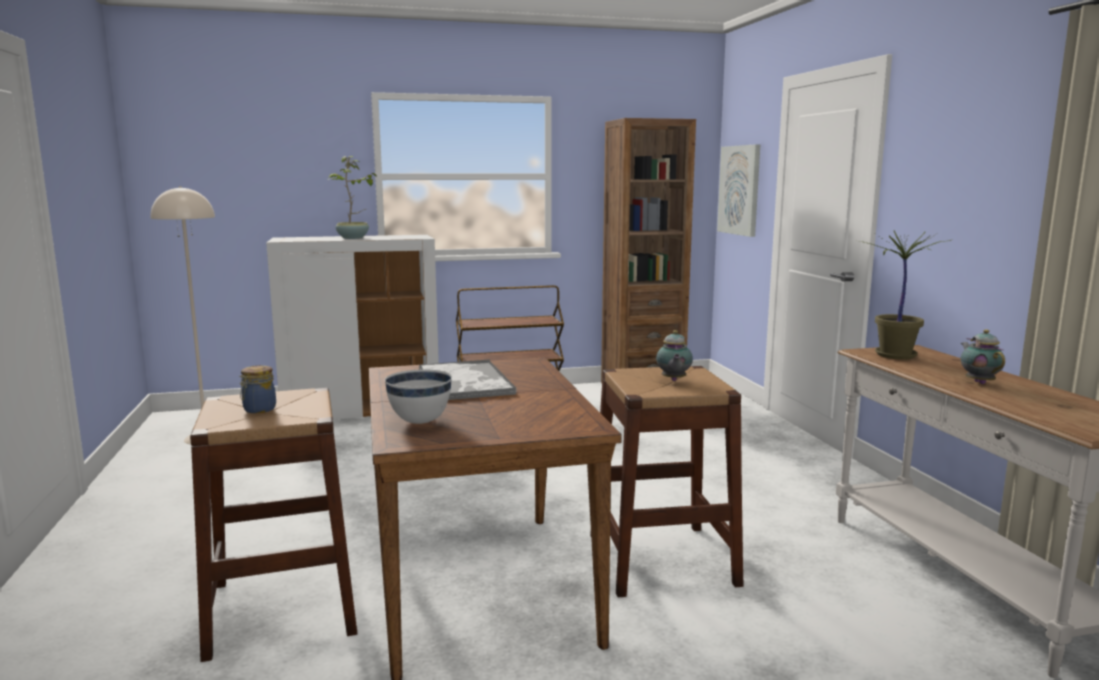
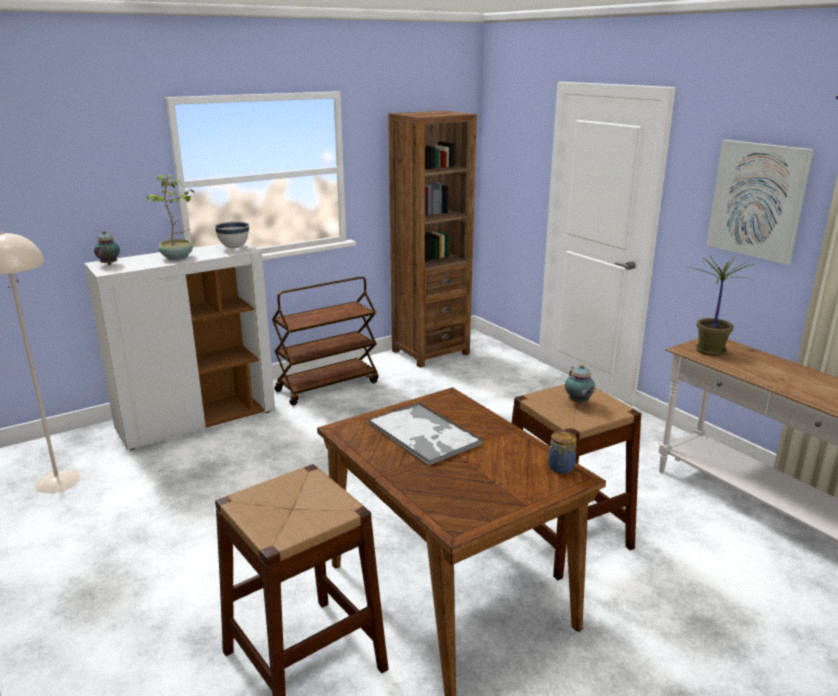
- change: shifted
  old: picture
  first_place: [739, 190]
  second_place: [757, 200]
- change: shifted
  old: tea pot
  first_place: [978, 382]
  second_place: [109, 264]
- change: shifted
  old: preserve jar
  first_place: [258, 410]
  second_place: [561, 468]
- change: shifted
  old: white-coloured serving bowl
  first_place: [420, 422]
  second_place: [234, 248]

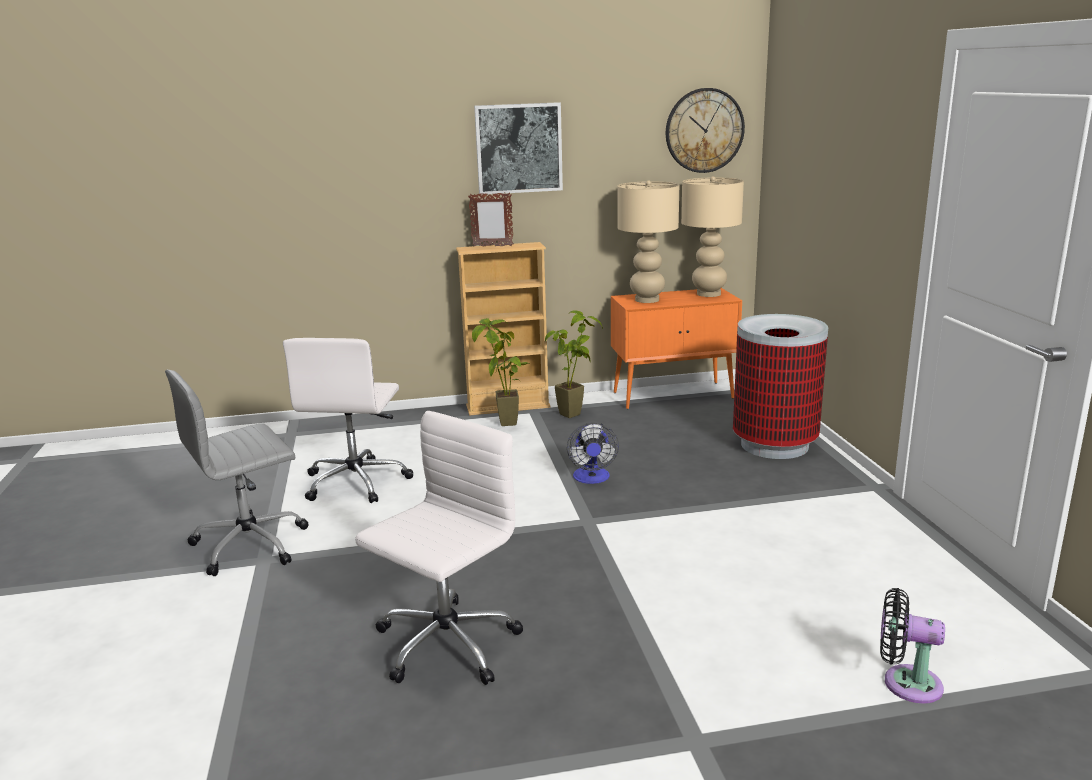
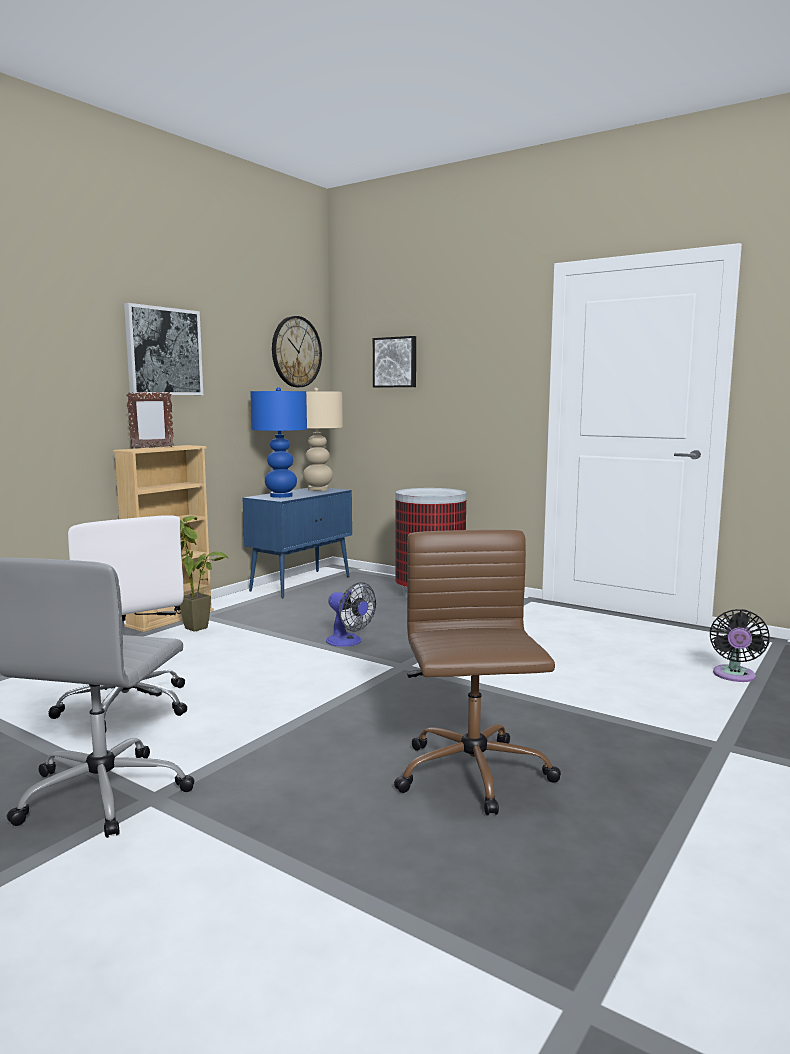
- change: repainted
  old: beige-coloured lamp for a table
  new: blue lamp for a table
  first_place: [646, 300]
  second_place: [281, 496]
- change: repainted
  old: orange-coloured storage cabinet
  new: blue storage cabinet
  first_place: [674, 395]
  second_place: [301, 583]
- change: gone
  old: houseplant
  first_place: [577, 413]
- change: repainted
  old: white-coloured office chair
  new: brown office chair
  first_place: [445, 645]
  second_place: [473, 775]
- change: rotated
  old: black-coloured electric fan
  first_place: [906, 683]
  second_place: [734, 676]
  degrees: -45
- change: new
  new: picture
  second_place: [395, 362]

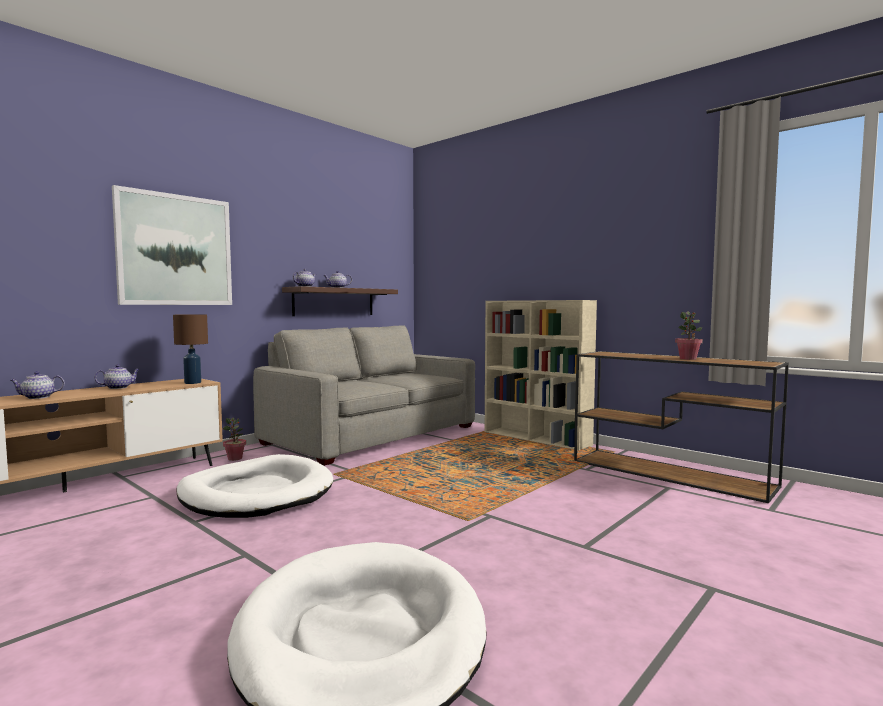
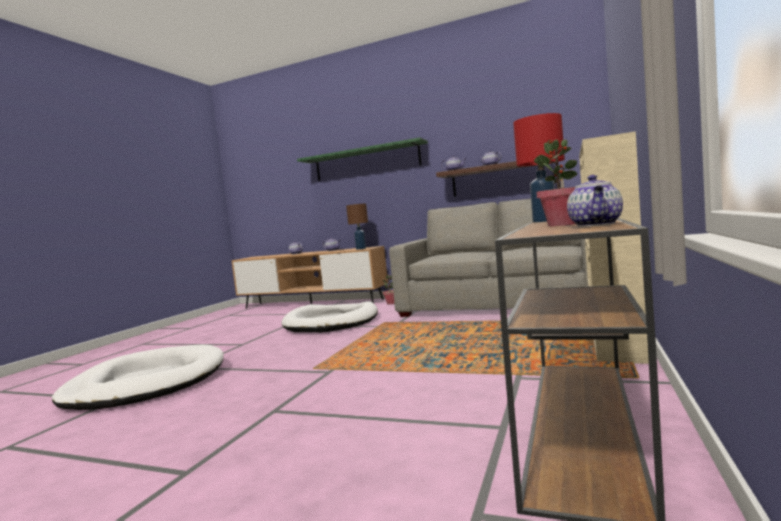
- change: swapped
  old: picture
  new: green-coloured bracket shelf
  first_place: [175, 250]
  second_place: [366, 162]
- change: new
  new: red-coloured lamp for a table
  second_place: [543, 221]
- change: new
  new: tea pot
  second_place: [596, 224]

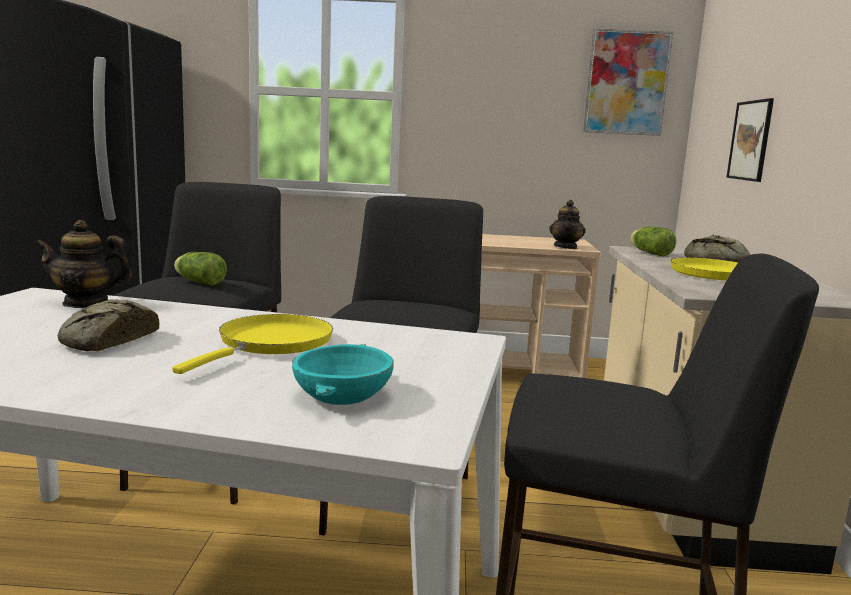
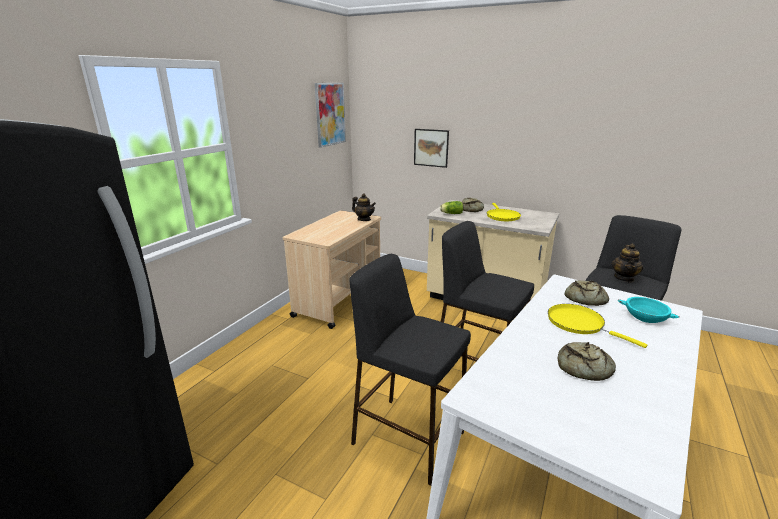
- change: shifted
  old: tea pot
  first_place: [86, 303]
  second_place: [624, 278]
- change: gone
  old: lettuce
  first_place: [198, 282]
- change: new
  new: bread
  second_place: [584, 298]

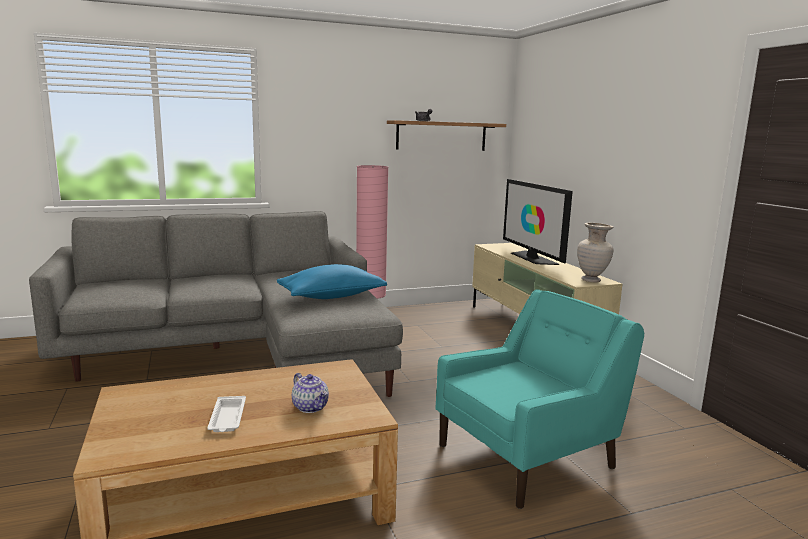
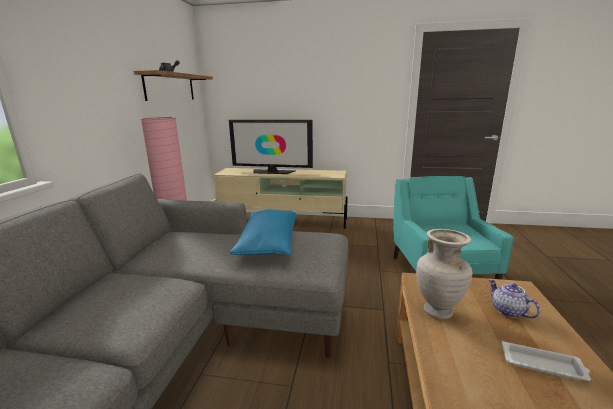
- change: shifted
  old: beige-coloured flower vase
  first_place: [591, 280]
  second_place: [438, 311]
- change: rotated
  old: tea pot
  first_place: [311, 407]
  second_place: [507, 311]
  degrees: -105

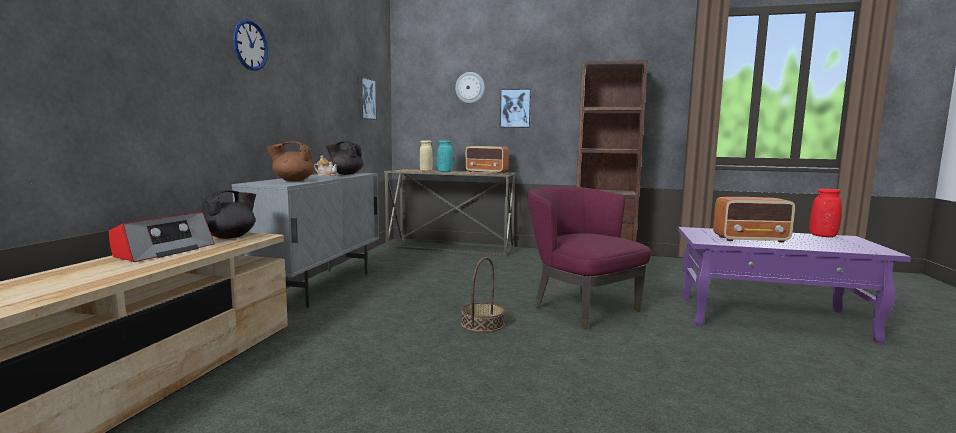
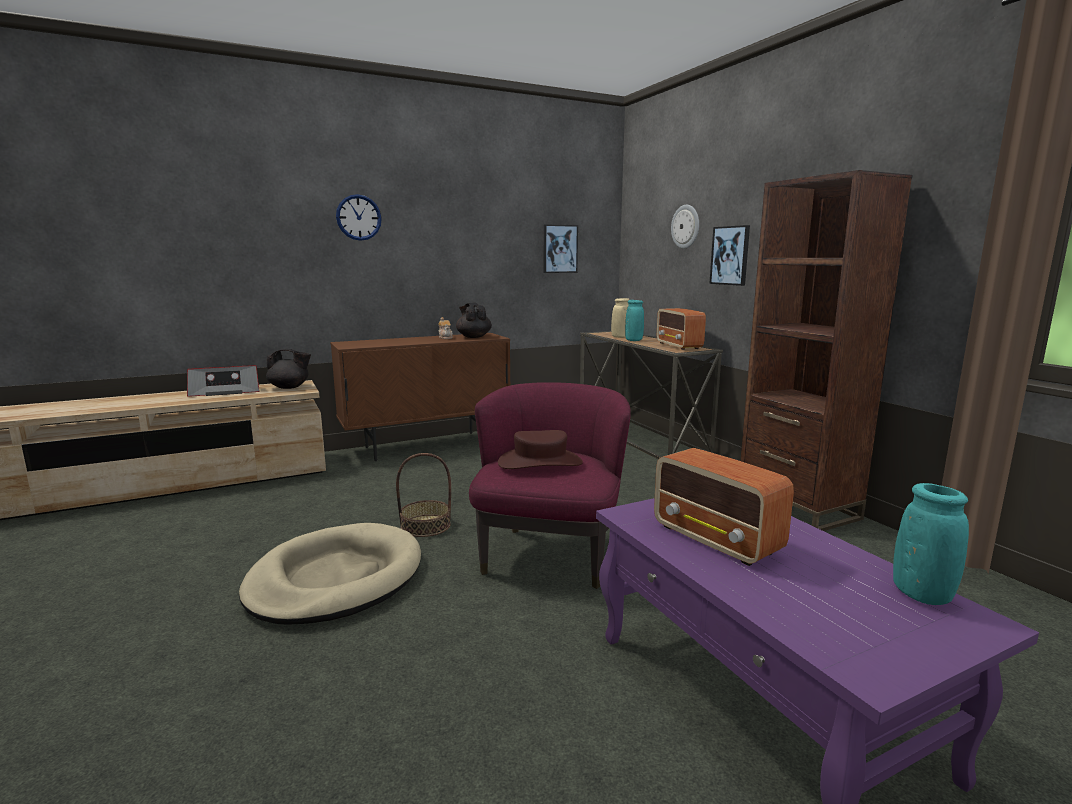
- change: gone
  old: brown tea pot
  first_place: [293, 180]
- change: repainted
  old: grey storage cabinet
  new: brown storage cabinet
  first_place: [320, 287]
  second_place: [427, 446]
- change: repainted
  old: red-coloured flower vase
  new: blue-green flower vase
  first_place: [823, 236]
  second_place: [921, 595]
- change: new
  new: brown clothing hat
  second_place: [540, 462]
- change: new
  new: beige-coloured dog bed
  second_place: [335, 579]

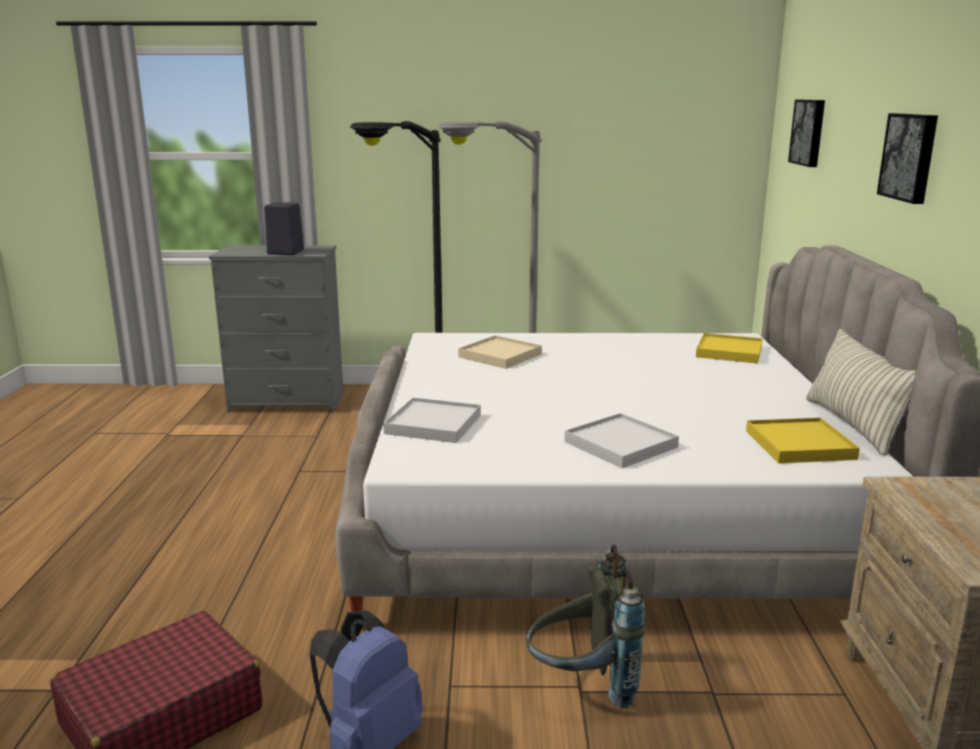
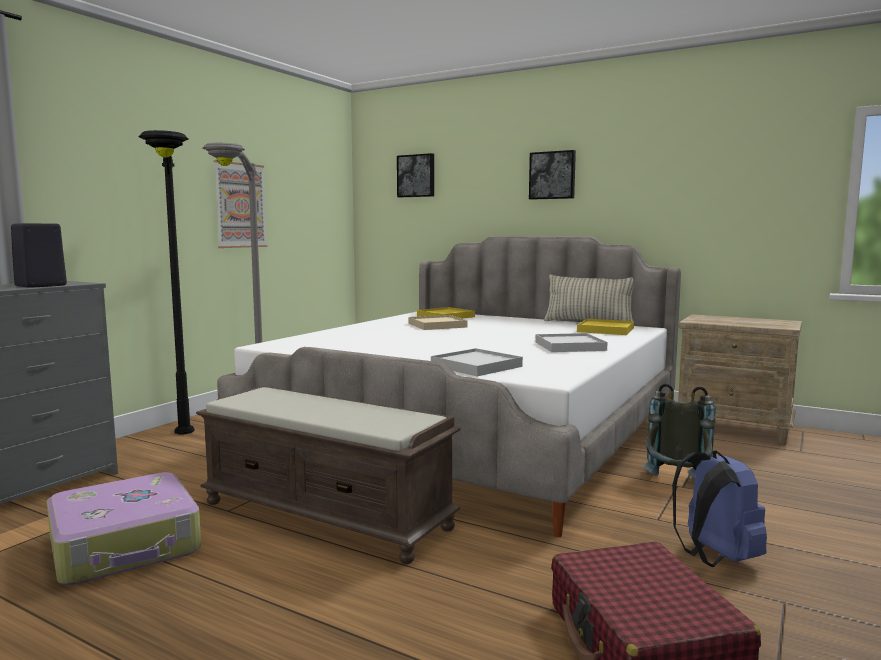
- change: shifted
  old: beige-coloured serving tray
  first_place: [499, 355]
  second_place: [437, 325]
- change: new
  new: picture
  second_place: [240, 205]
- change: new
  new: brown indoor bench
  second_place: [327, 515]
- change: new
  new: travel case
  second_place: [126, 545]

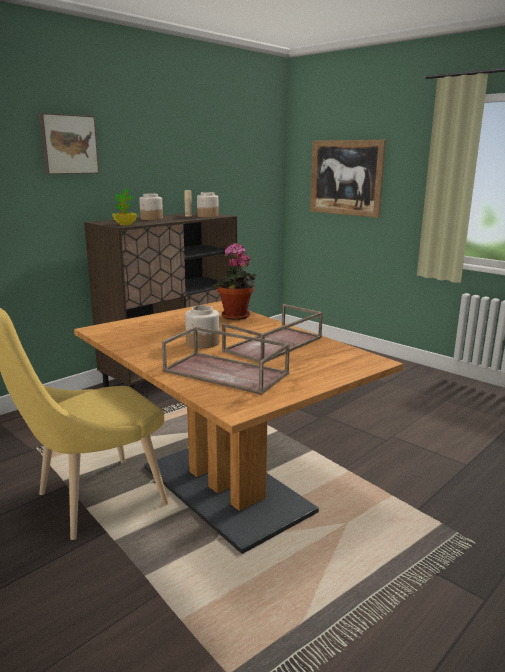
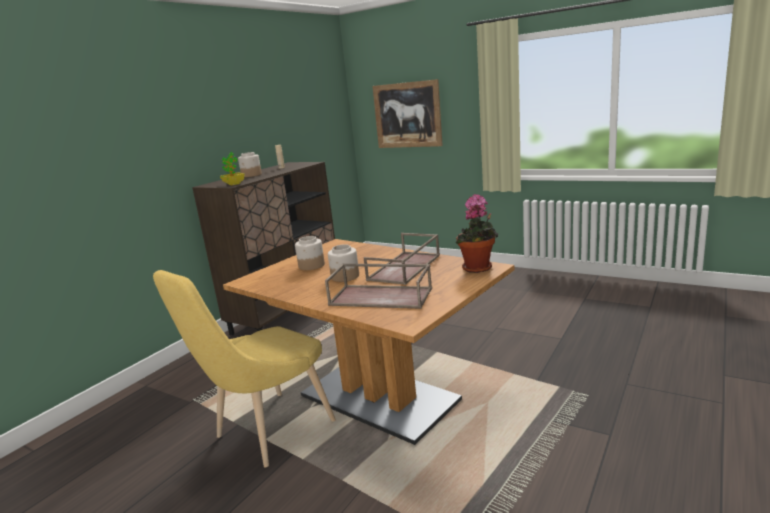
- change: gone
  old: picture
  first_place: [68, 144]
- change: shifted
  old: preserve jar
  first_place: [207, 216]
  second_place: [311, 266]
- change: shifted
  old: houseplant
  first_place: [236, 317]
  second_place: [478, 269]

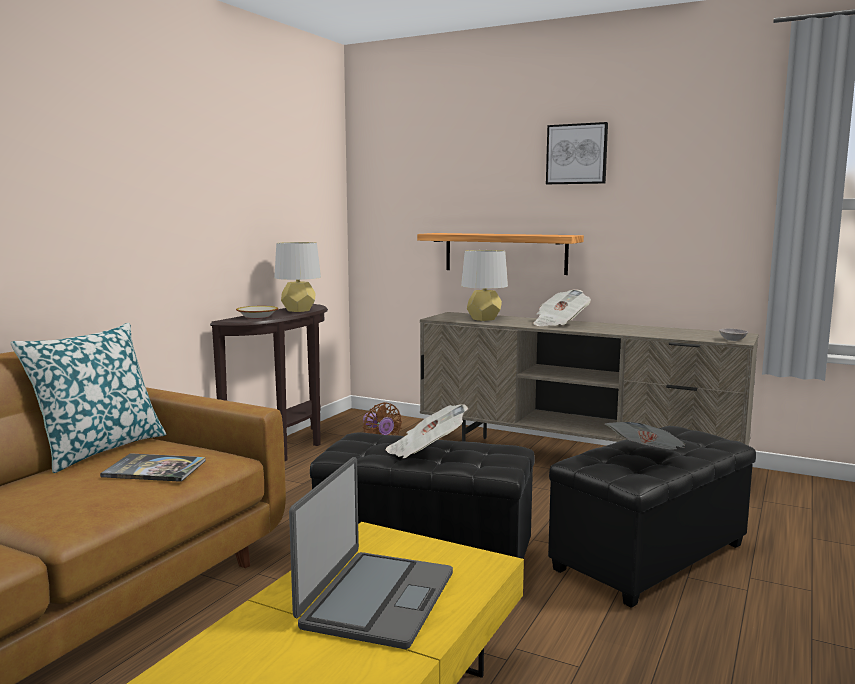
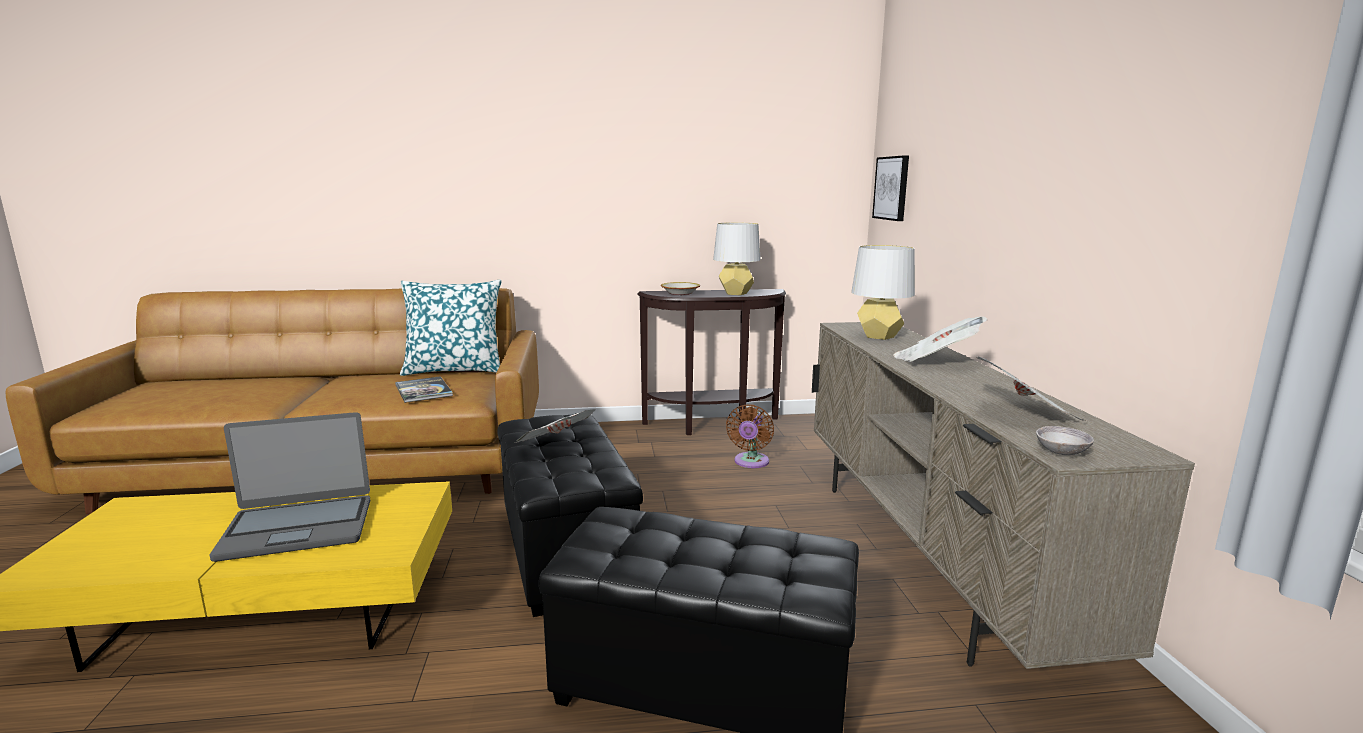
- change: shifted
  old: picture
  first_place: [577, 154]
  second_place: [892, 188]
- change: gone
  old: bracket shelf
  first_place: [505, 253]
- change: shifted
  old: newspaper
  first_place: [646, 457]
  second_place: [1025, 415]

